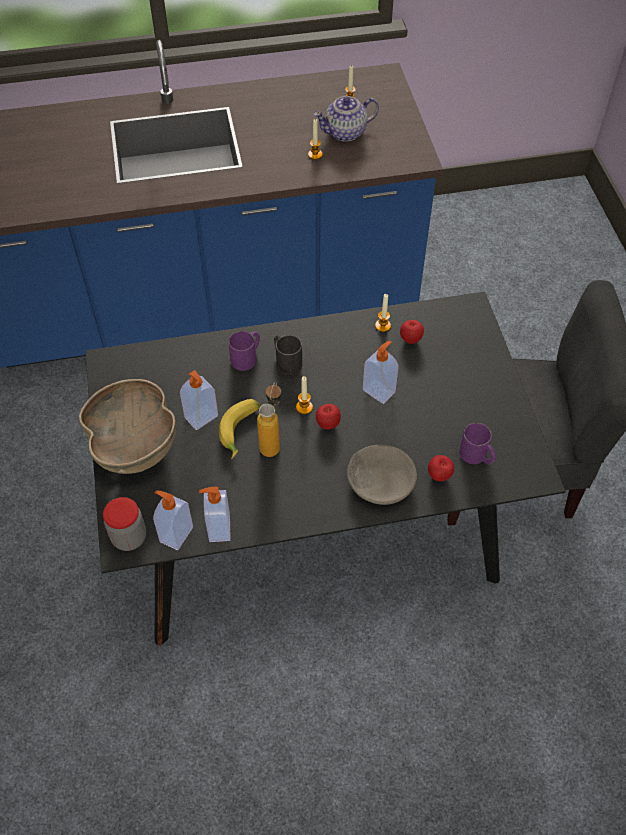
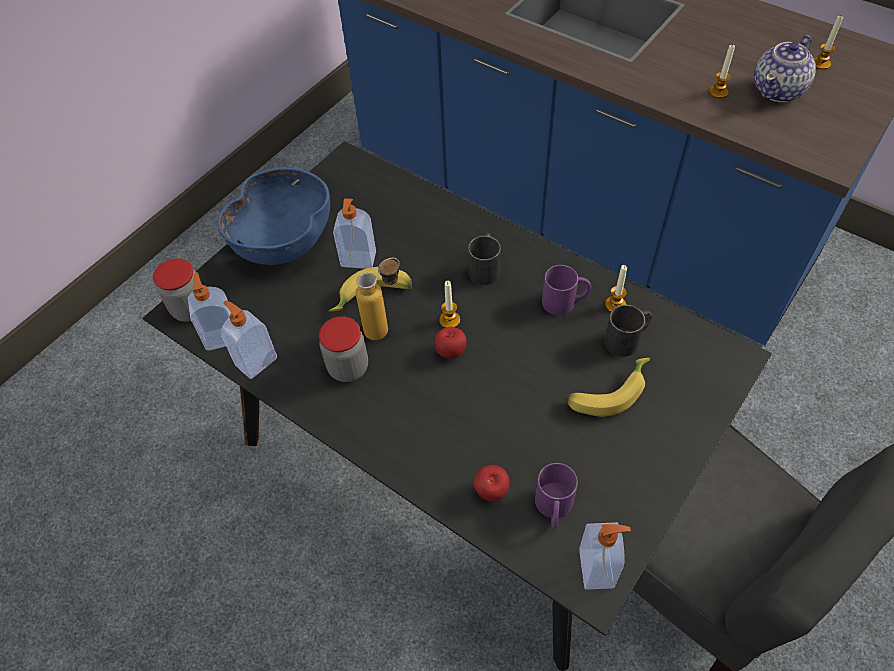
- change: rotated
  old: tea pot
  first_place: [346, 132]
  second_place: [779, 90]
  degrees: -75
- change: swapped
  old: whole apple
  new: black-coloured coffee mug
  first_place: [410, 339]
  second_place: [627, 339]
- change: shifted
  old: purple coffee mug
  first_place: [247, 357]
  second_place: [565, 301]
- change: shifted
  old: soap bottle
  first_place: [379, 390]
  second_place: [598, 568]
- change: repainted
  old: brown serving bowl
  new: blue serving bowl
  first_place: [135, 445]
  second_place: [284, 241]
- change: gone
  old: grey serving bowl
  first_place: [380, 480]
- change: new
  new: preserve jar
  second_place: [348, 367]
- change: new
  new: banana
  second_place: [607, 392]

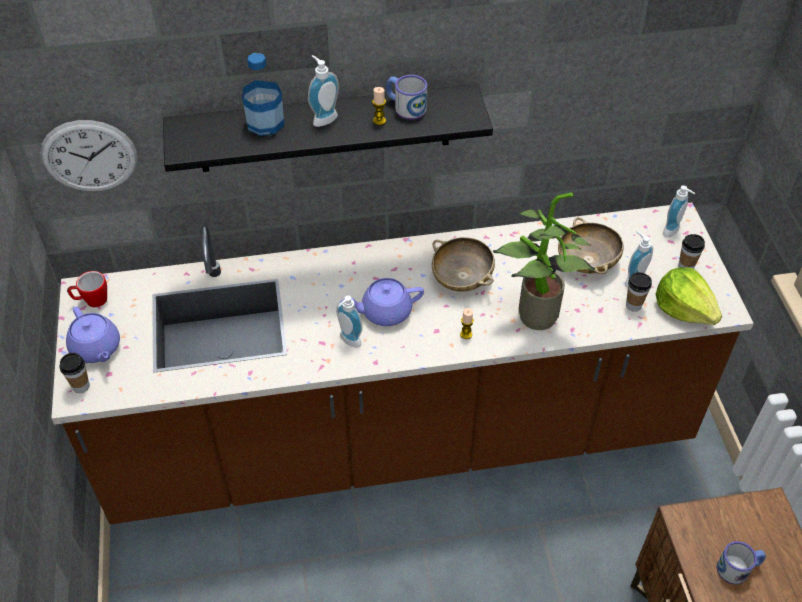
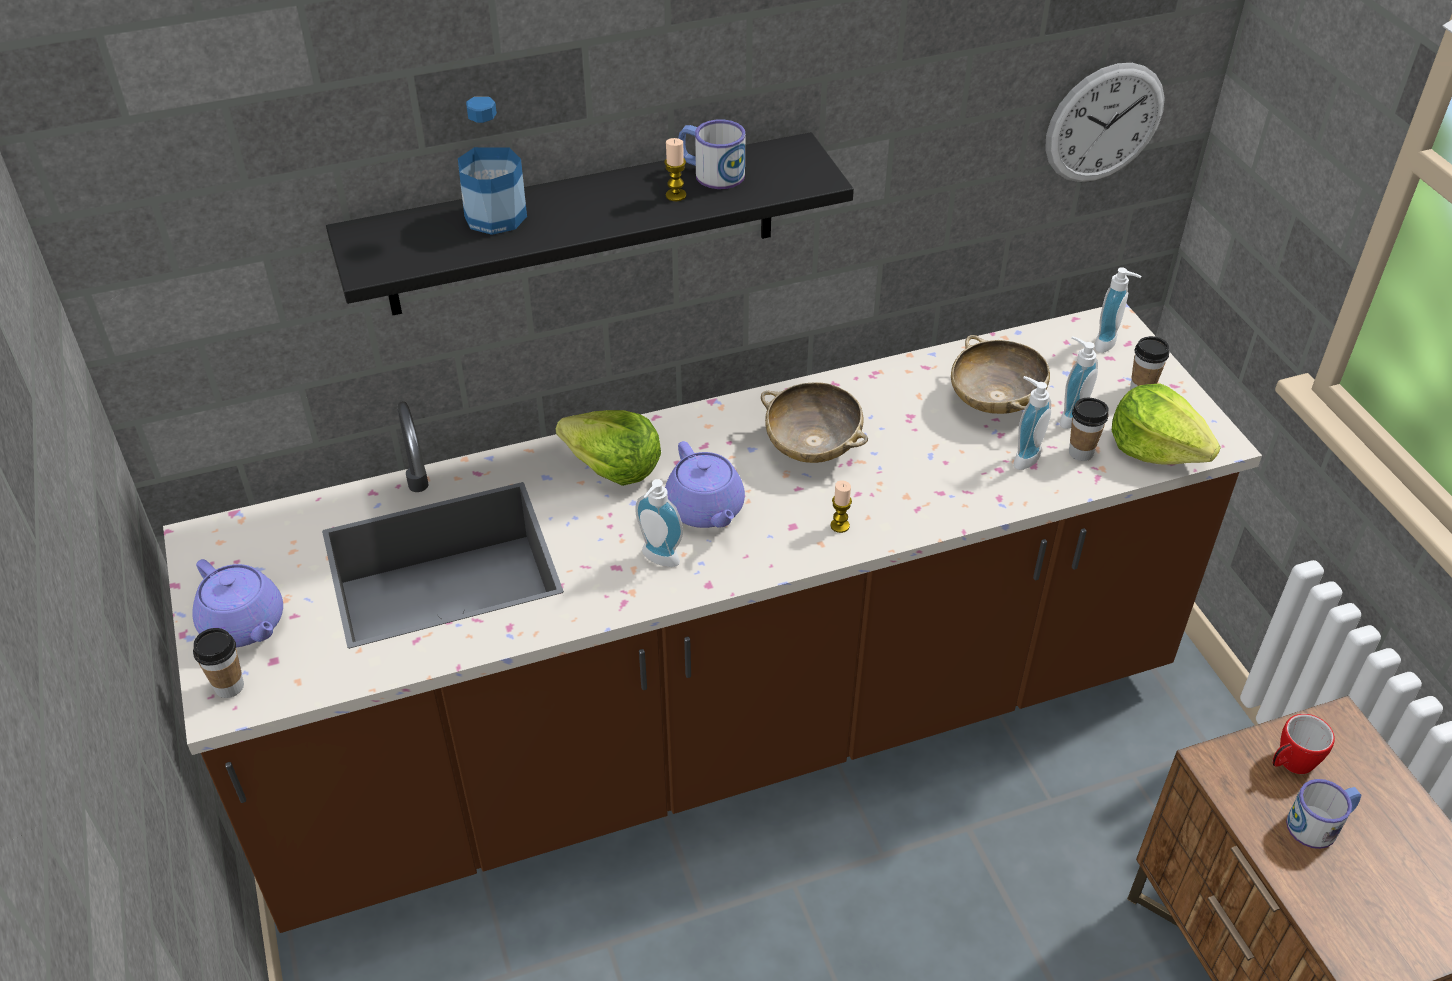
- change: shifted
  old: soap bottle
  first_place: [323, 118]
  second_place: [1022, 456]
- change: shifted
  old: clock on the wall
  first_place: [89, 156]
  second_place: [1104, 123]
- change: gone
  old: houseplant
  first_place: [533, 318]
- change: shifted
  old: coffee mug
  first_place: [92, 301]
  second_place: [1290, 763]
- change: rotated
  old: purple tea pot
  first_place: [385, 312]
  second_place: [705, 509]
  degrees: -90
- change: new
  new: lettuce
  second_place: [613, 468]

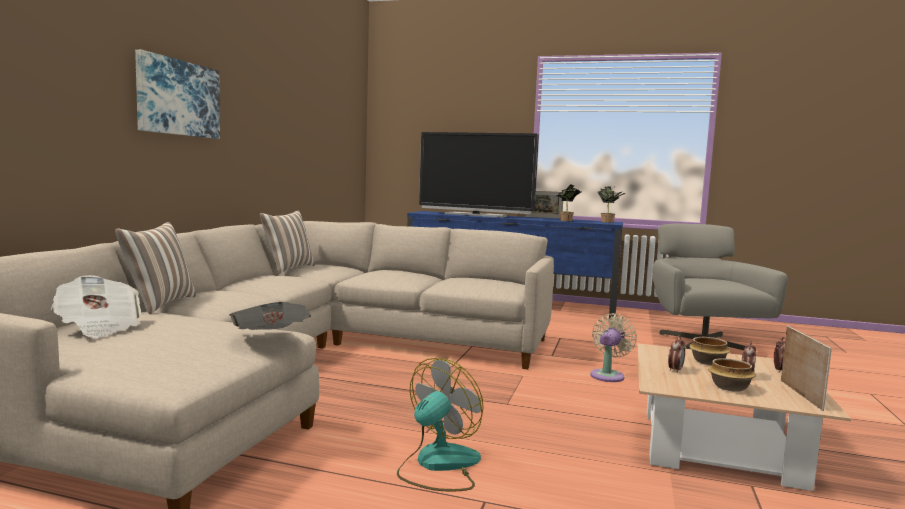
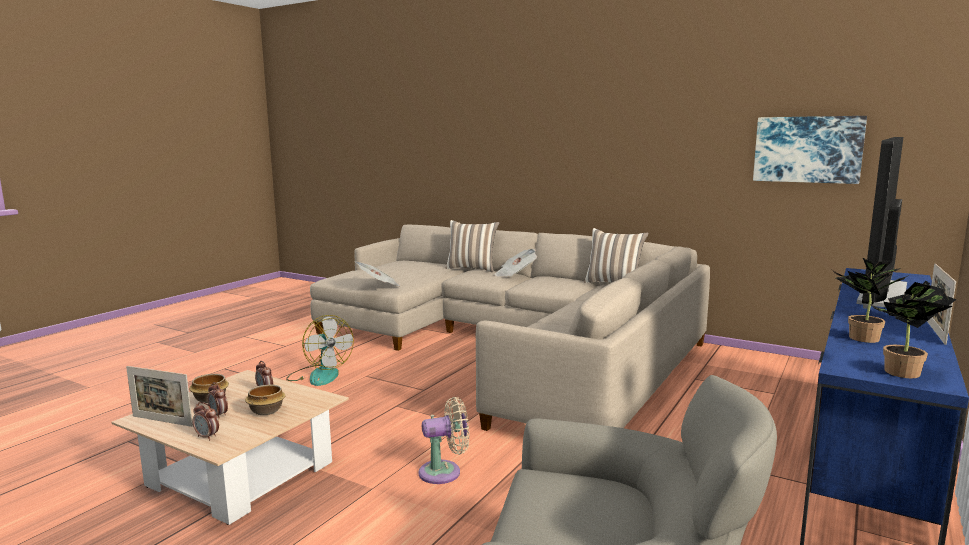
- change: shifted
  old: picture
  first_place: [178, 98]
  second_place: [807, 149]
- change: shifted
  old: newspaper
  first_place: [99, 327]
  second_place: [515, 274]
- change: rotated
  old: beige-coloured electric fan
  first_place: [608, 375]
  second_place: [444, 472]
  degrees: -60

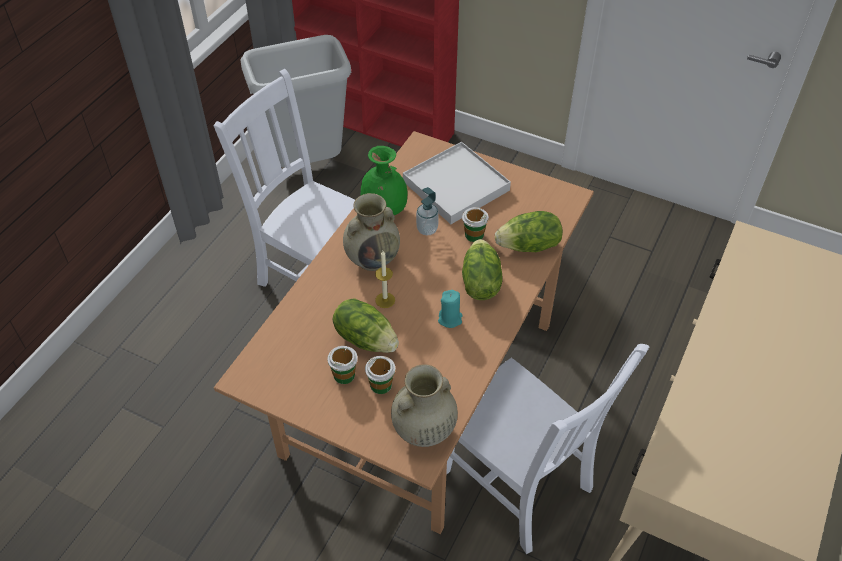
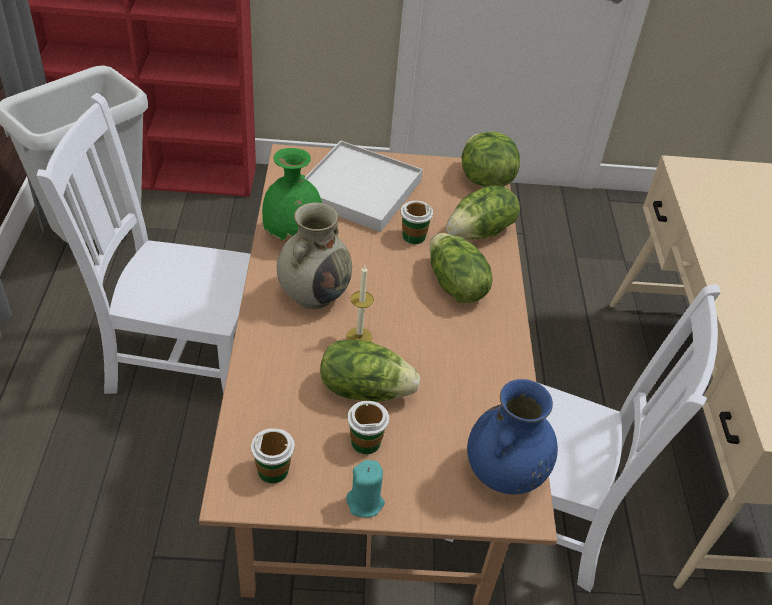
- change: gone
  old: soap bottle
  first_place: [427, 229]
- change: shifted
  old: blue-green wax candle
  first_place: [450, 319]
  second_place: [365, 502]
- change: shifted
  old: cup
  first_place: [381, 385]
  second_place: [273, 470]
- change: repainted
  old: beige-coloured flower vase
  new: blue flower vase
  first_place: [423, 430]
  second_place: [504, 475]
- change: new
  new: lettuce
  second_place: [484, 180]

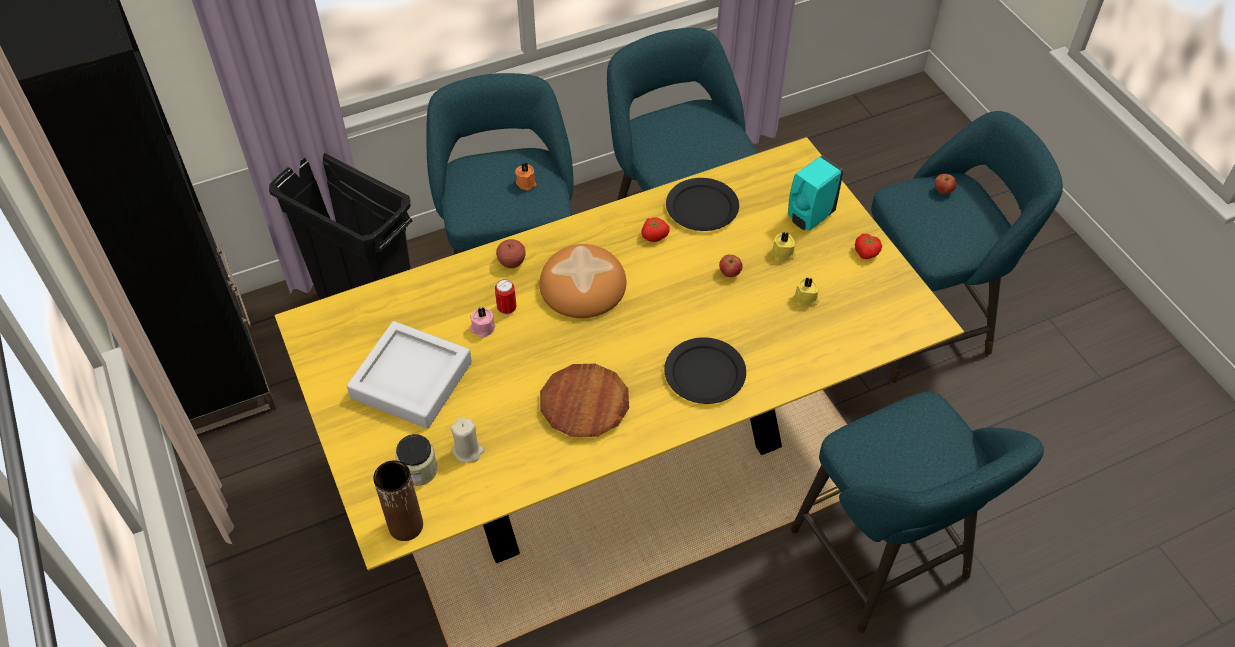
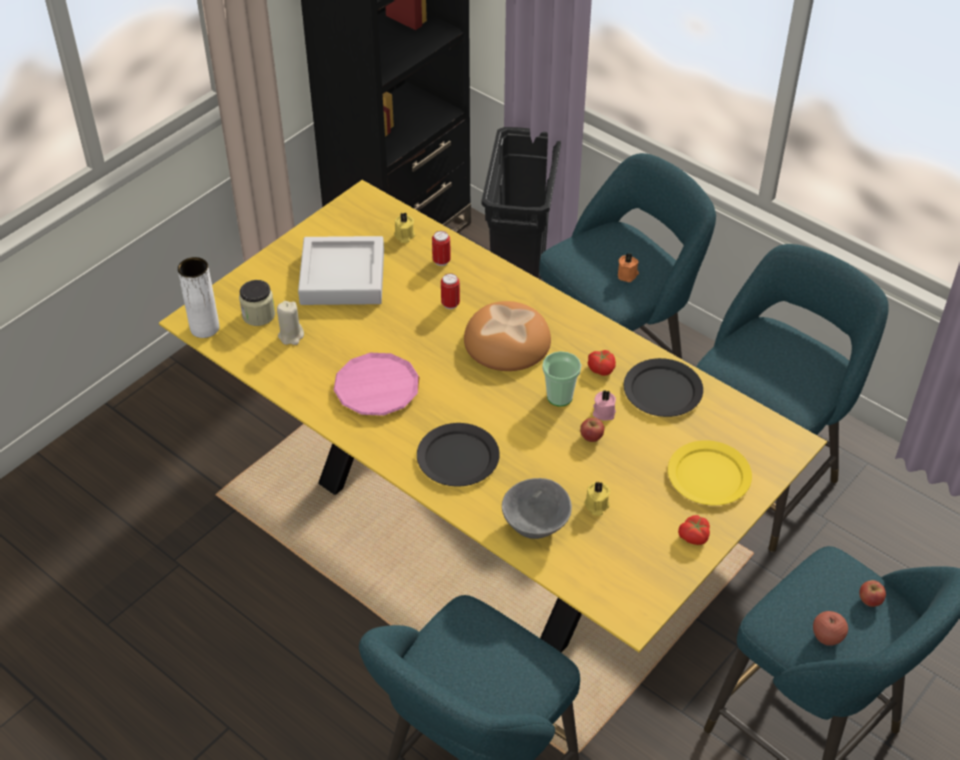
- change: swapped
  old: blue-green soap bottle
  new: yellow-coloured dinner plate
  first_place: [809, 218]
  second_place: [709, 476]
- change: shifted
  old: yellow-coloured wax candle
  first_place: [783, 254]
  second_place: [404, 236]
- change: shifted
  old: whole apple
  first_place: [512, 262]
  second_place: [827, 637]
- change: shifted
  old: pinkish wax candle
  first_place: [482, 328]
  second_place: [603, 412]
- change: repainted
  old: brown dinner plate
  new: pinkish dinner plate
  first_place: [584, 404]
  second_place: [377, 389]
- change: repainted
  old: brown flower vase
  new: white-coloured flower vase
  first_place: [406, 526]
  second_place: [204, 328]
- change: new
  new: can
  second_place: [441, 261]
- change: new
  new: cup
  second_place: [559, 397]
- change: new
  new: grey serving bowl
  second_place: [534, 525]

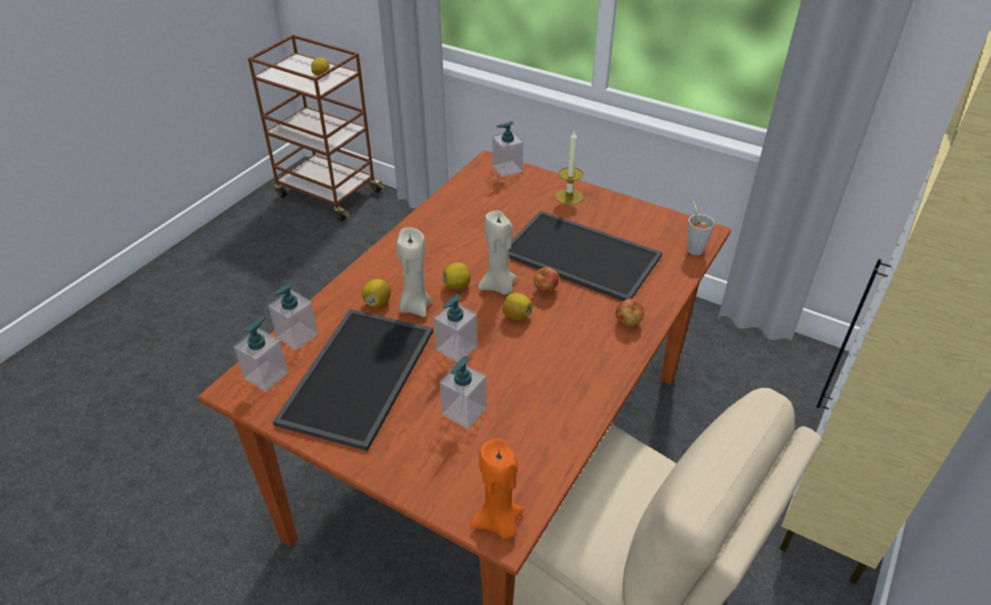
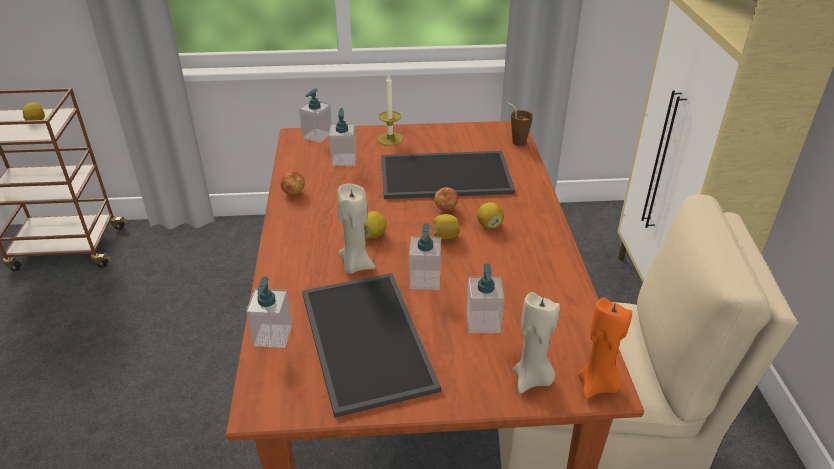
- change: repainted
  old: grey cup
  new: brown cup
  first_place: [694, 247]
  second_place: [516, 141]
- change: shifted
  old: beige-coloured wax candle
  first_place: [499, 287]
  second_place: [532, 379]
- change: shifted
  old: citrus fruit
  first_place: [377, 302]
  second_place: [489, 225]
- change: shifted
  old: whole apple
  first_place: [628, 322]
  second_place: [293, 192]
- change: shifted
  old: soap bottle
  first_place: [266, 375]
  second_place: [344, 159]

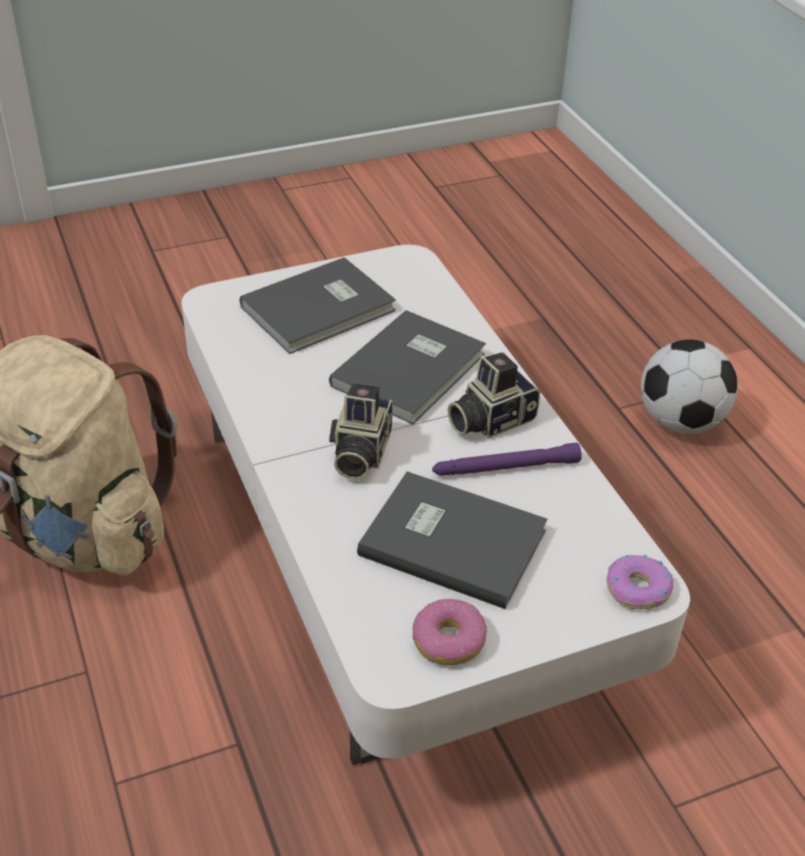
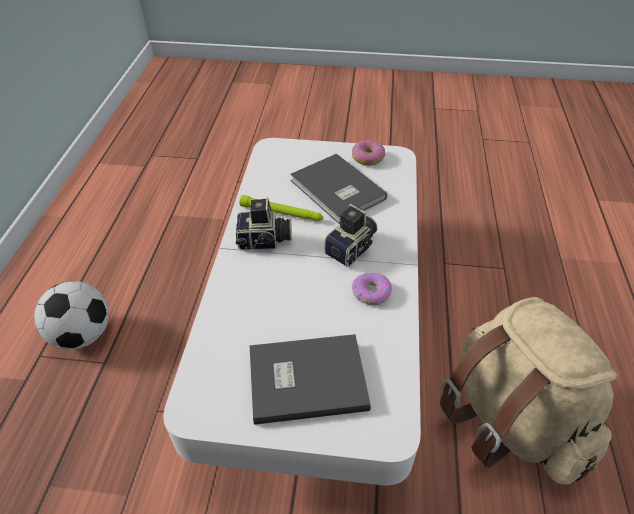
- change: gone
  old: grey bound book
  first_place: [413, 370]
- change: repainted
  old: purple hand torch
  new: green-coloured hand torch
  first_place: [505, 468]
  second_place: [281, 213]
- change: shifted
  old: doughnut
  first_place: [637, 589]
  second_place: [371, 292]

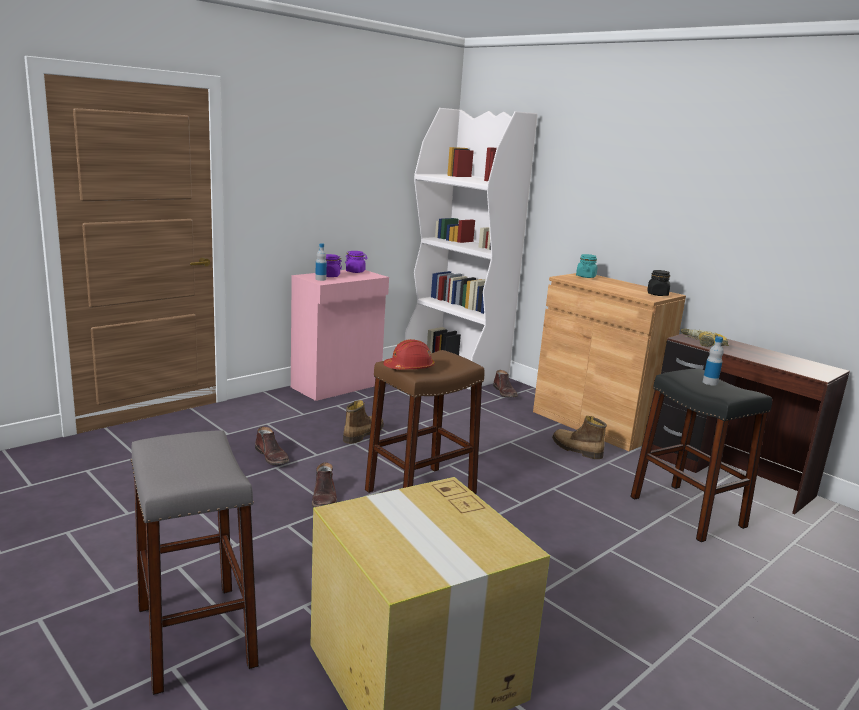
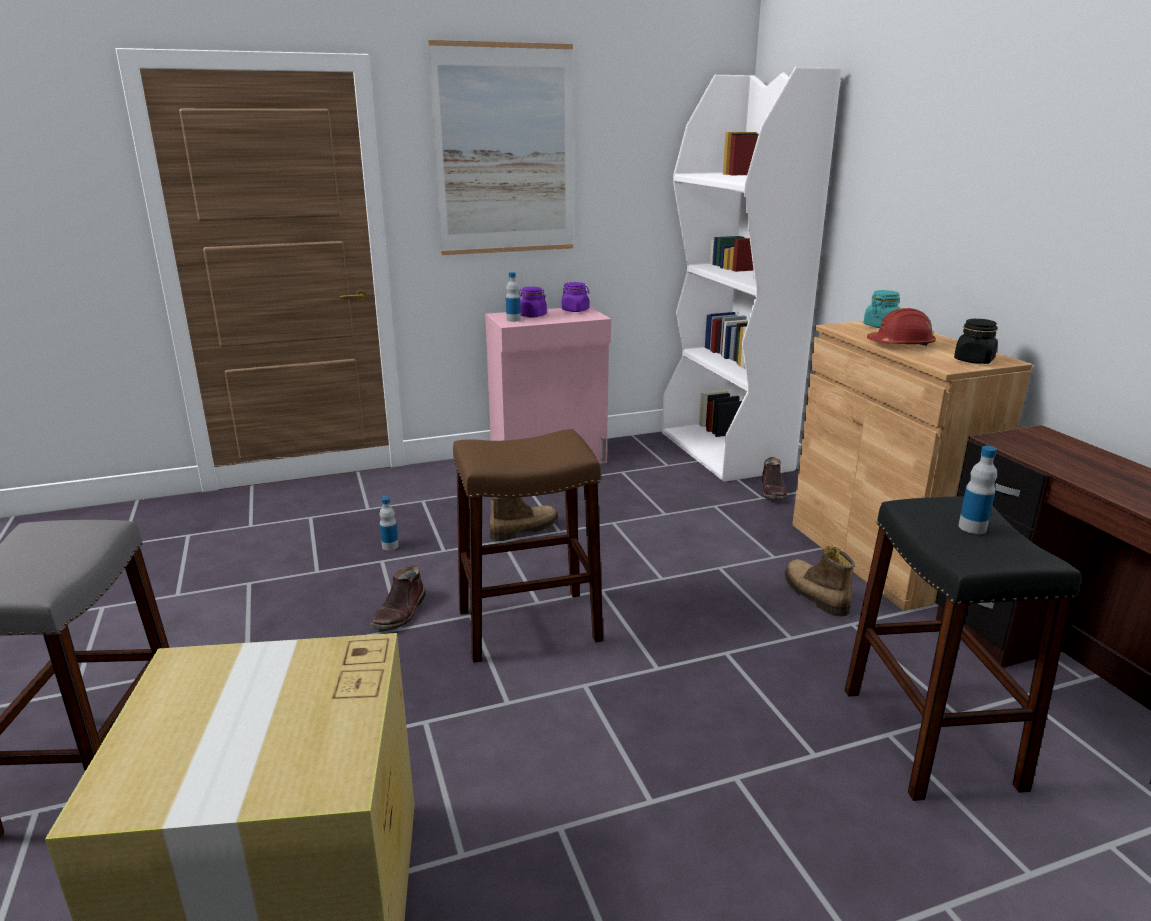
- change: gone
  old: electric drill
  first_place: [703, 343]
- change: shifted
  old: red-coloured safety helmet
  first_place: [409, 368]
  second_place: [900, 345]
- change: swapped
  old: brown tall boot
  new: bottle
  first_place: [272, 457]
  second_place: [390, 546]
- change: new
  new: picture
  second_place: [505, 151]

